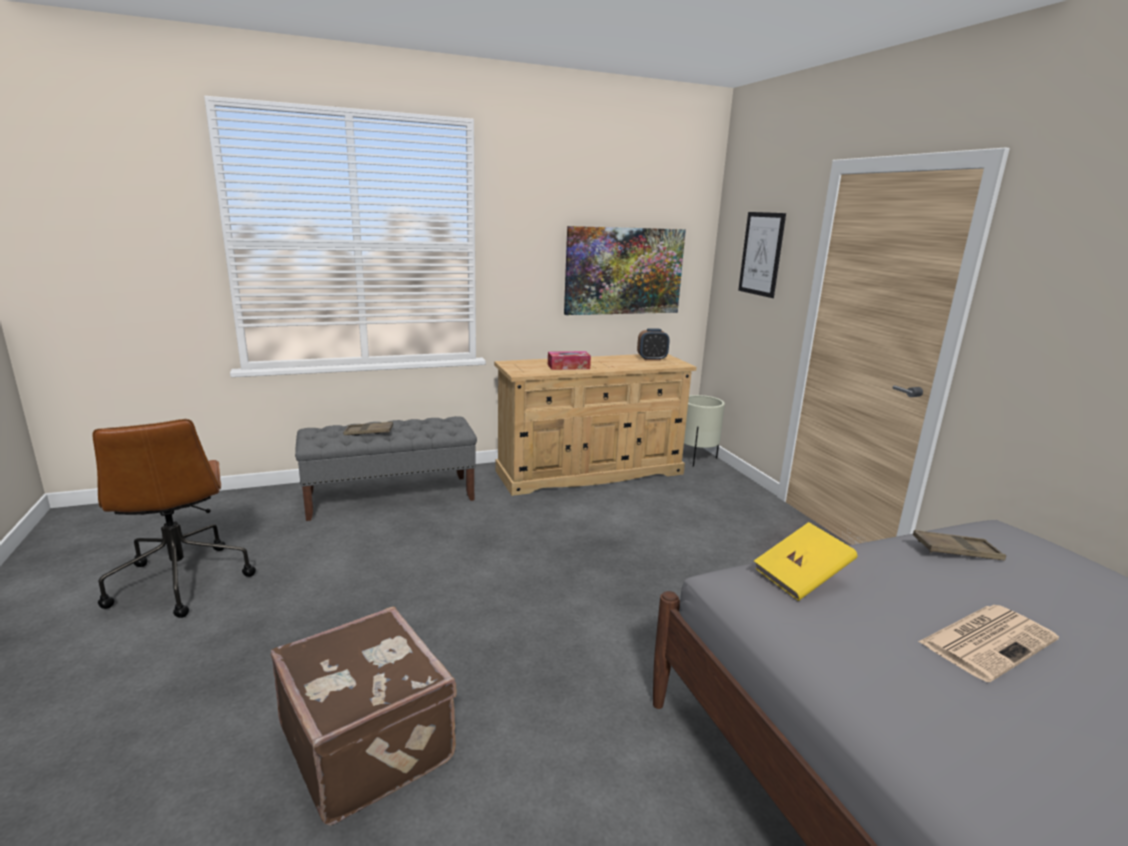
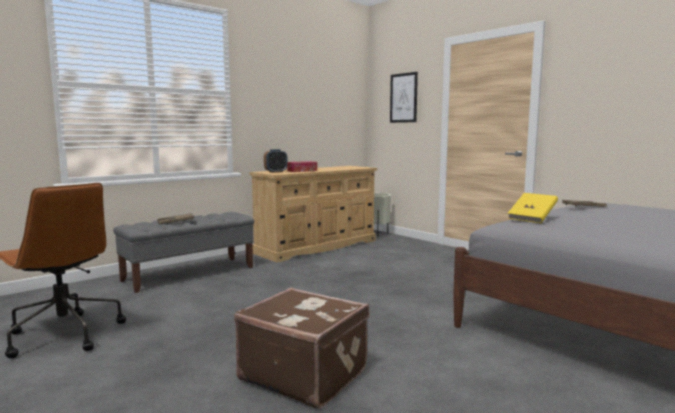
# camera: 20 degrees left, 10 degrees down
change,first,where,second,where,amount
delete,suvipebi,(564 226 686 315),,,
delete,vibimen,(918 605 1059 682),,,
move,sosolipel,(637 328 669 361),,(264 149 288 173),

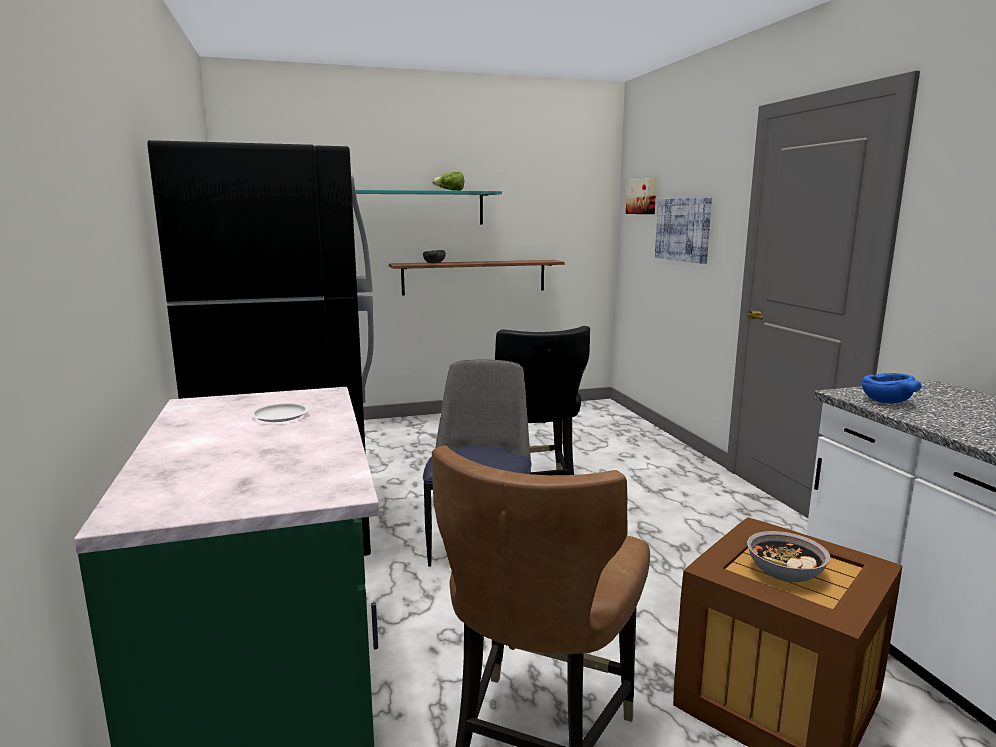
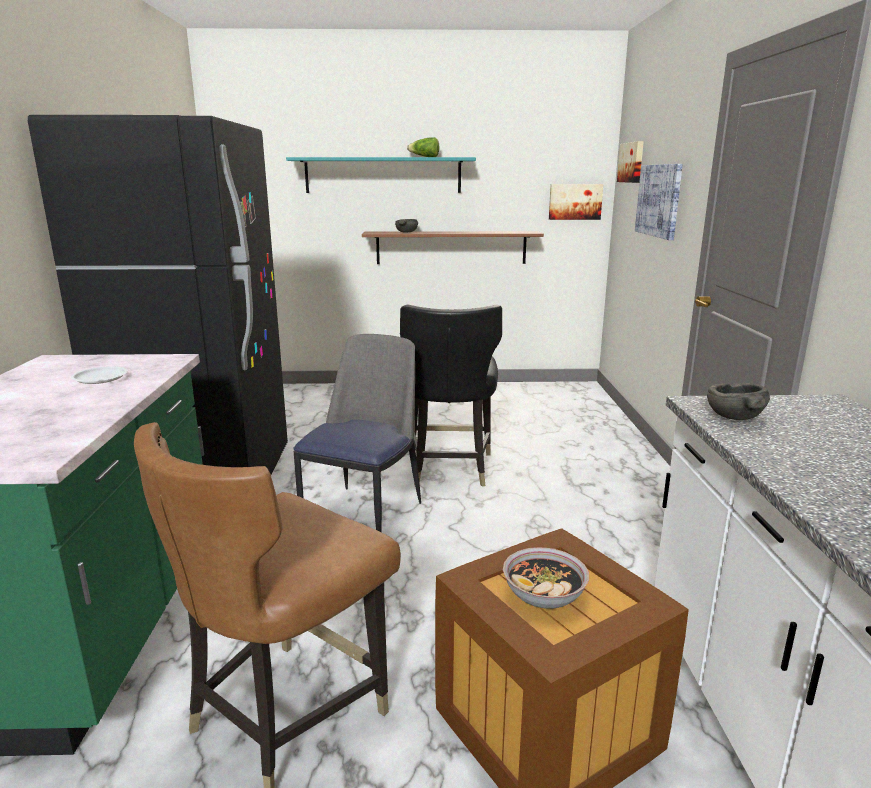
# camera: 15 degrees right, 5 degrees up
change,first,where,second,where,amount
insert,,,suvipebi,(549 184 603 220),
recolor,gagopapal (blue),(862 373 922 403),gagopapal (grey),(707 383 770 420),

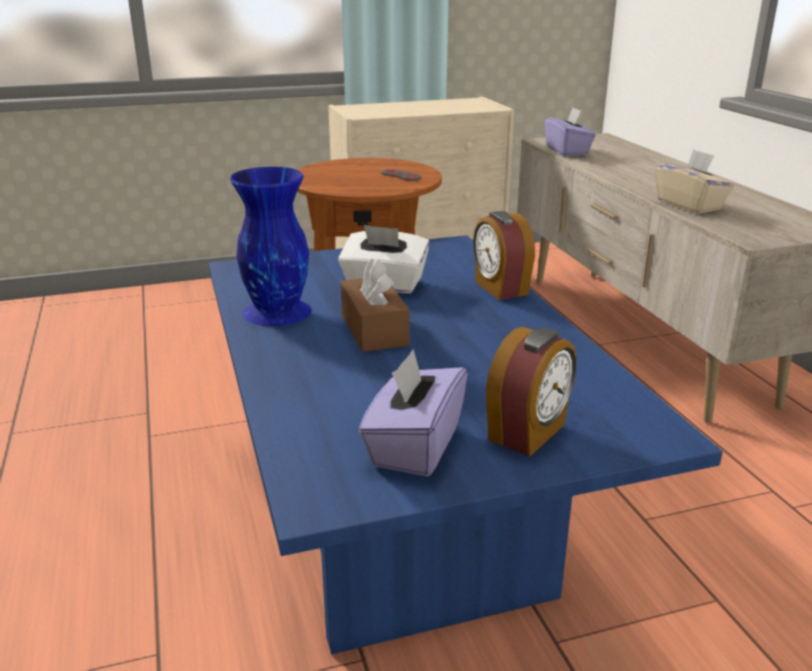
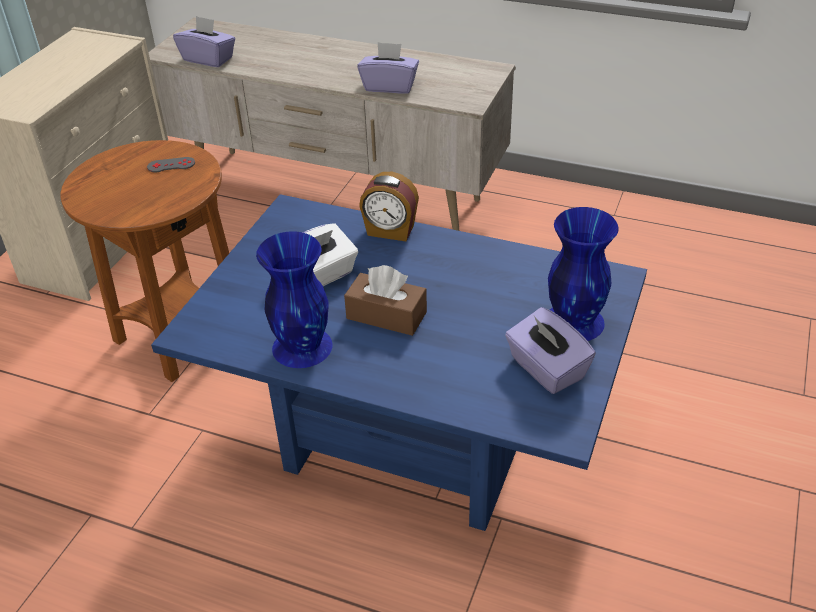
# camera: 50 degrees left, 15 degrees up
change,first,where,second,where,amount
replace,sosolipel,(486 327 576 457),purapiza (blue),(548 207 619 341),
recolor,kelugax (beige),(655 149 734 214),kelugax (purple),(357 42 419 94),

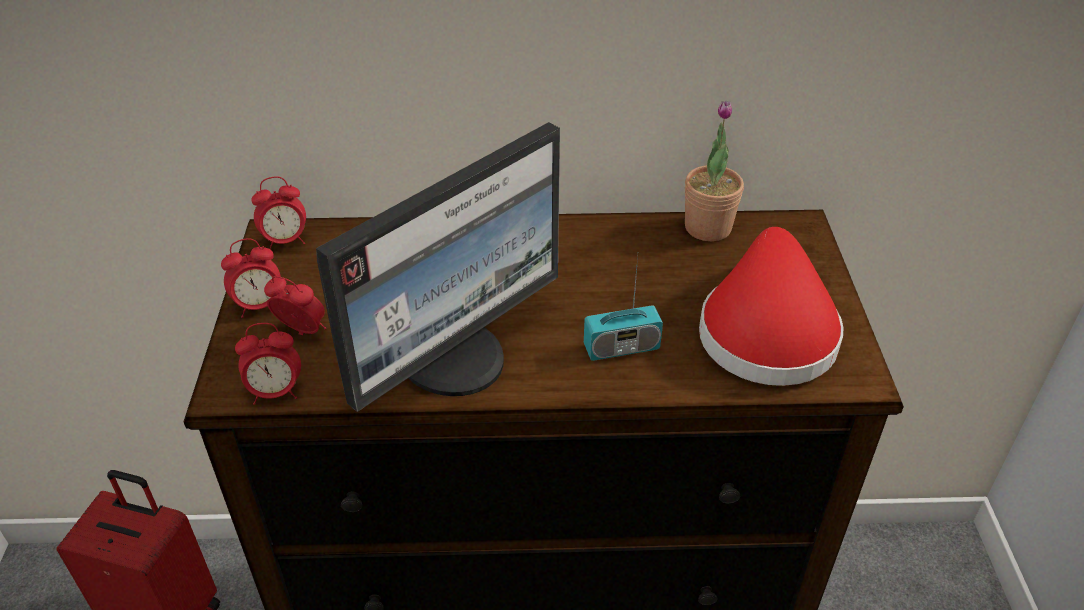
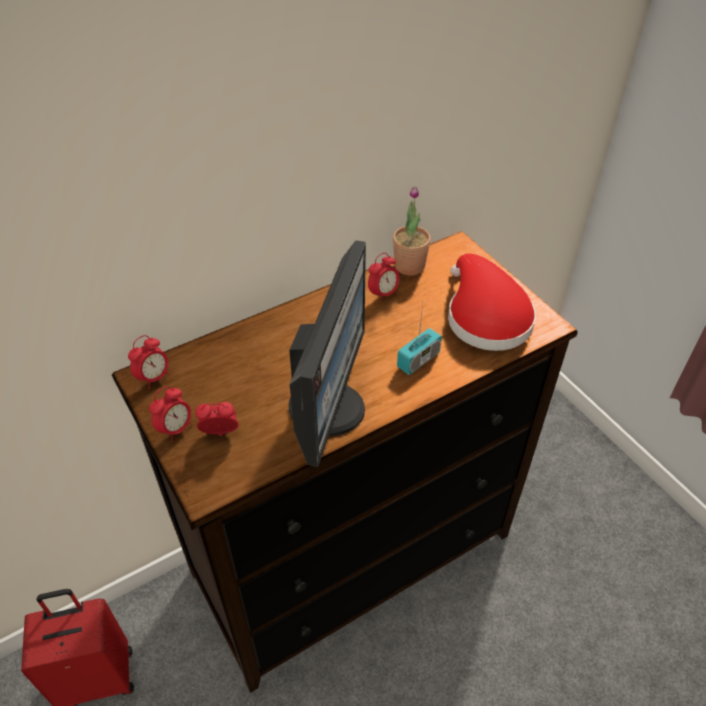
# camera: 30 degrees left, 5 degrees up
change,first,where,second,where,amount
move,sosolipel,(235 323 301 405),,(368 253 399 303),

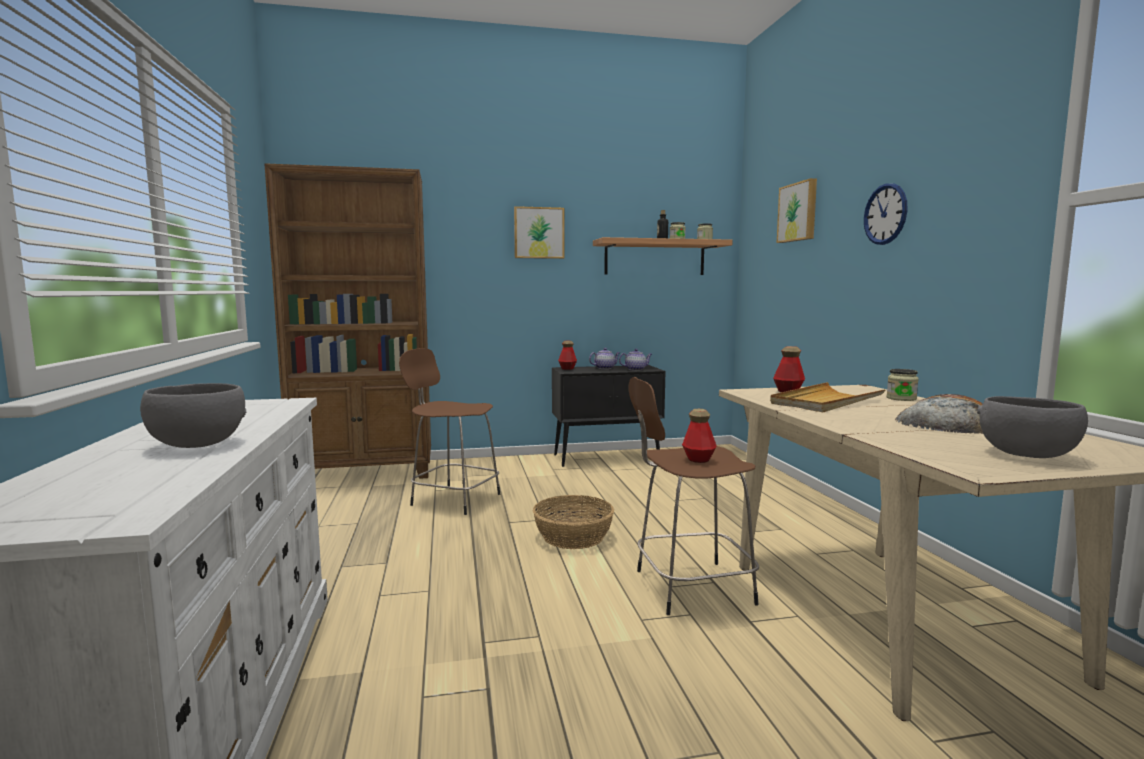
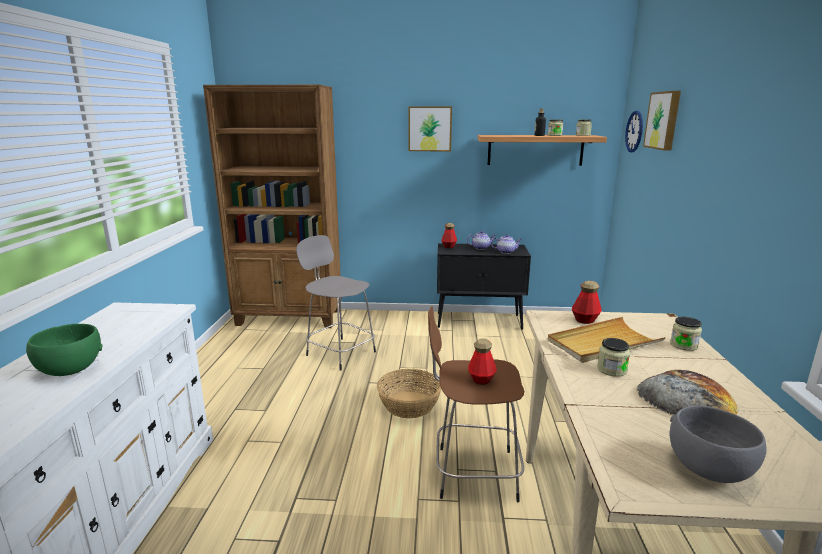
# camera: 15 degrees right, 10 degrees up
change,first,where,second,where,amount
insert,,,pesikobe,(597 338 630 377),
move,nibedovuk,(864 183 908 245),,(625 110 643 153),
recolor,gagopapal (grey),(140 383 246 448),gagopapal (green),(26 324 103 376),
recolor,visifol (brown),(399 348 500 515),visifol (grey),(296 235 376 371),

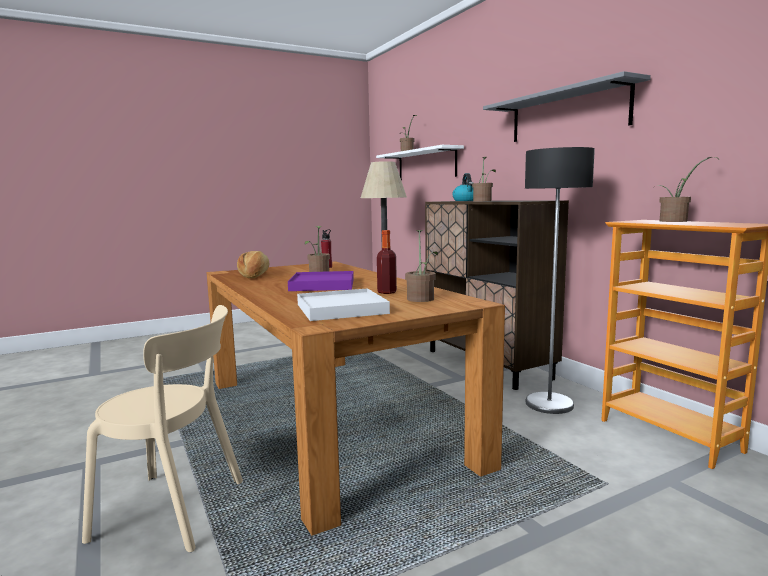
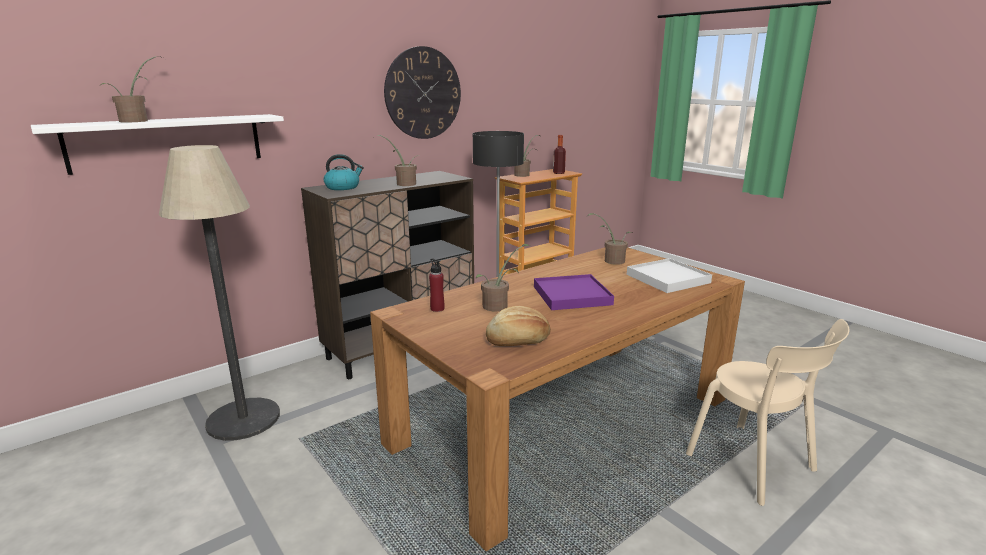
# camera: 100 degrees left, 10 degrees up
change,first,where,second,where,amount
move,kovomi,(377 230 397 294),,(553 135 566 174),
replace,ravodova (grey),(483 71 651 142),nibedovuk,(384 46 461 139),
rotate,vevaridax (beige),(82 305 243 552),,(686 319 849 506),150 degrees clockwise

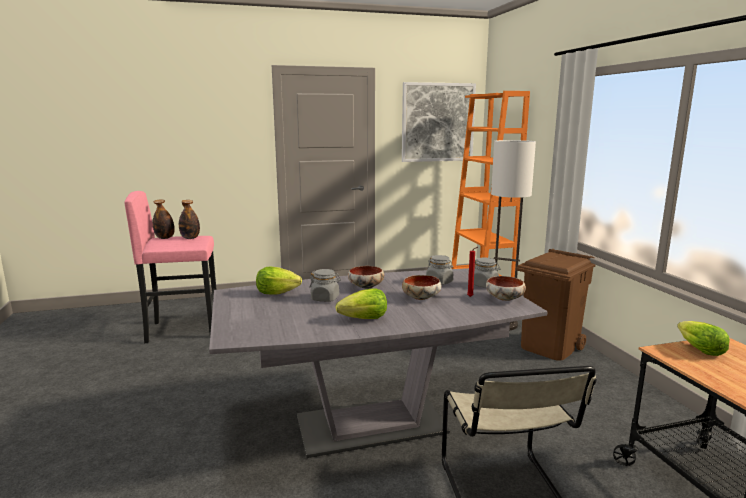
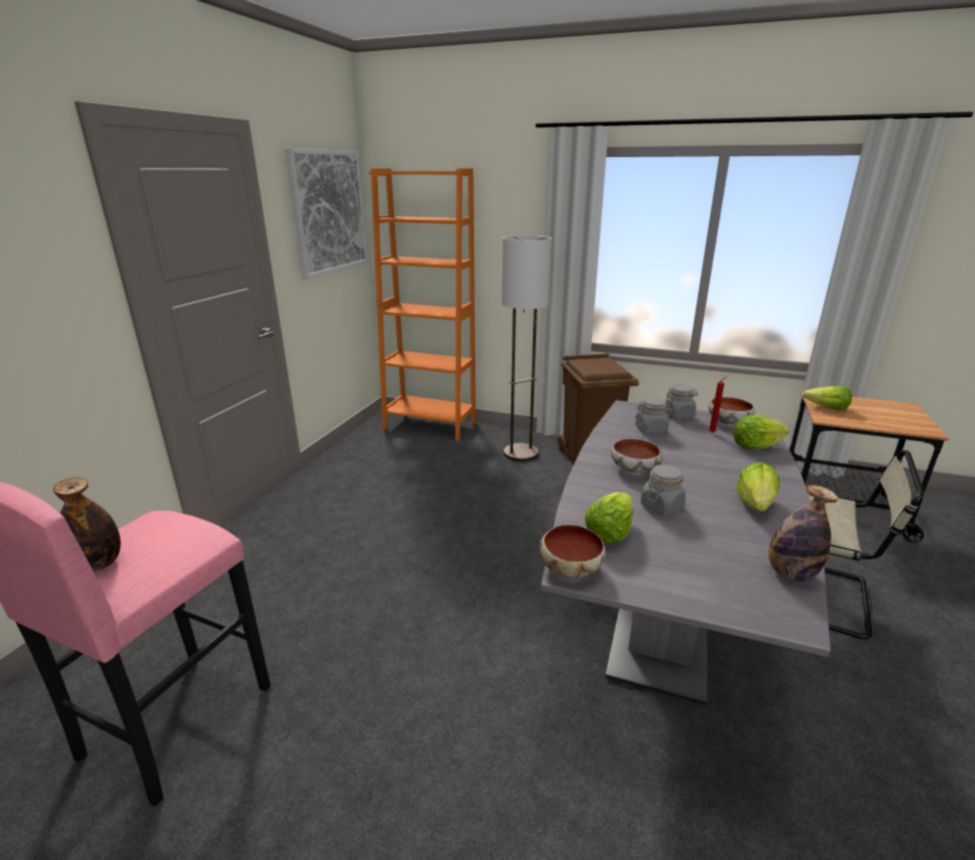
# camera: 55 degrees left, 10 degrees up
change,first,where,second,where,amount
insert,,,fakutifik,(733 415 789 450),
move,kovomi,(179 200 200 239),,(769 485 838 582),
move,gagopapal,(402 275 441 300),,(539 525 605 578),

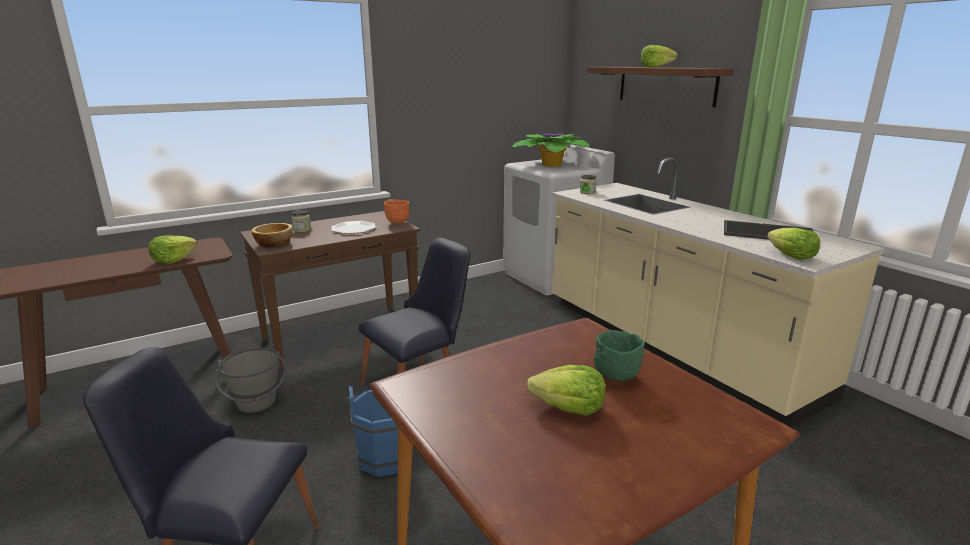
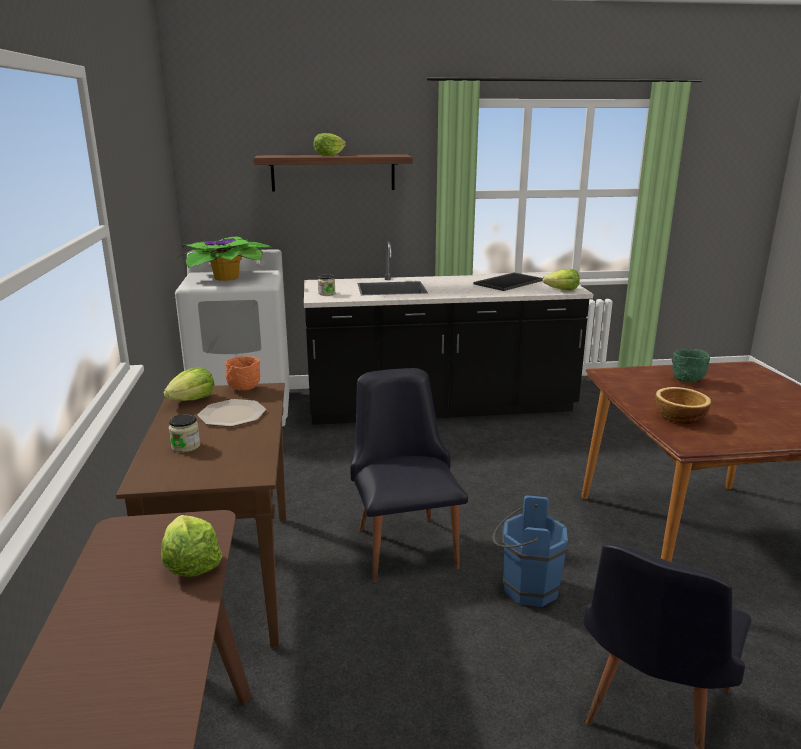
# camera: 65 degrees left, 0 degrees up
change,first,where,second,where,amount
delete,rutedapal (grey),(214 348 287 413),,,
move,gagopapal,(251 223 293 248),,(655 387 711 424),
move,fakutifik,(527 365 606 416),,(163 367 214 401),
recolor,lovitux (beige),(552 158 884 427),lovitux (black),(304 241 593 425),

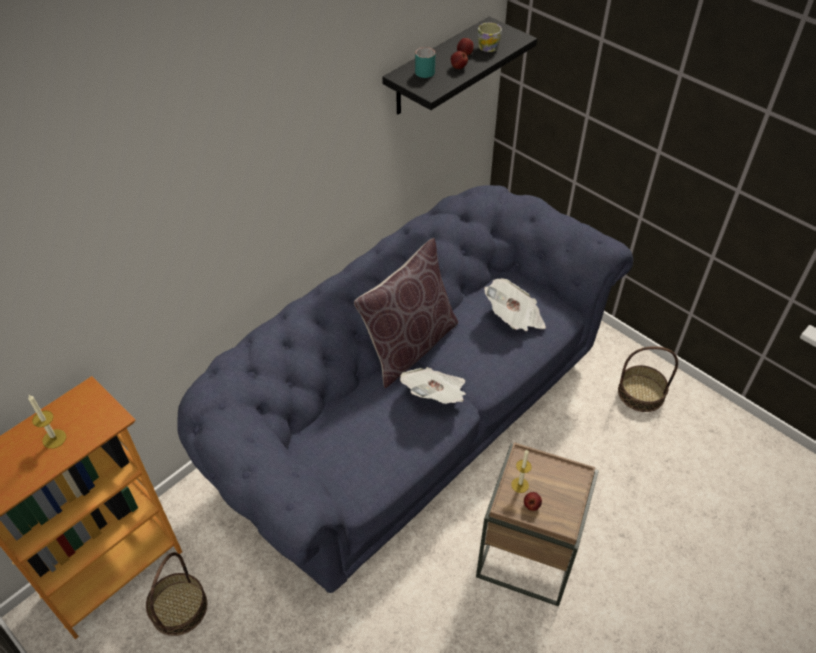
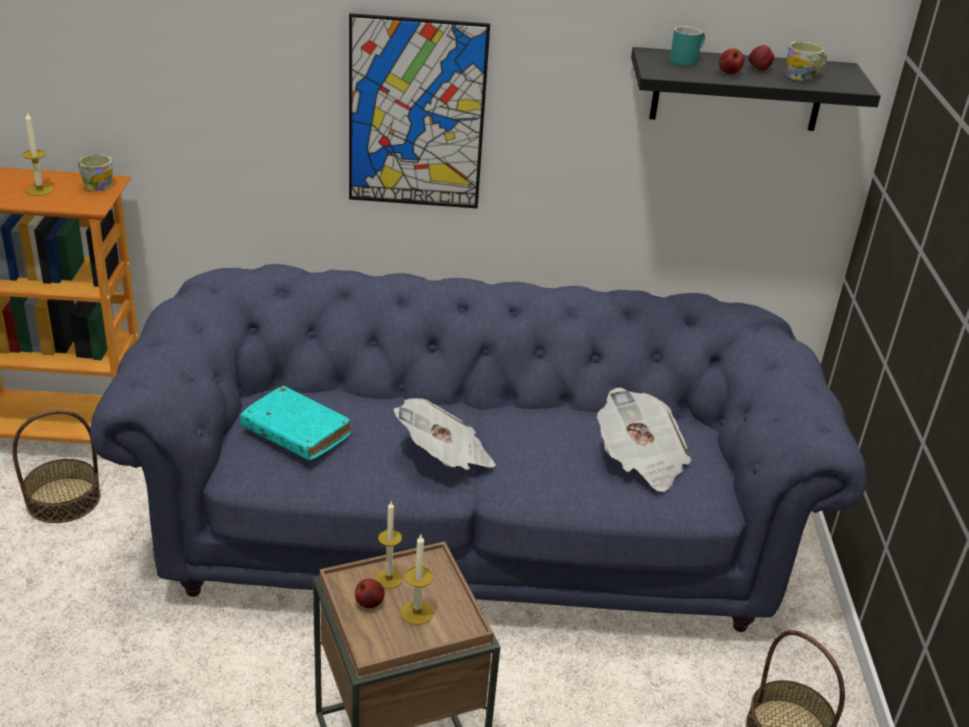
# camera: 45 degrees right, 15 degrees down
change,first,where,second,where,amount
delete,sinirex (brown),(354 238 458 388),,,
insert,,,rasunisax,(78 154 113 191),
insert,,,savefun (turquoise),(240 386 351 461),
insert,,,suvipebi,(349 13 490 208),
insert,,,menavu,(401 535 433 625),

